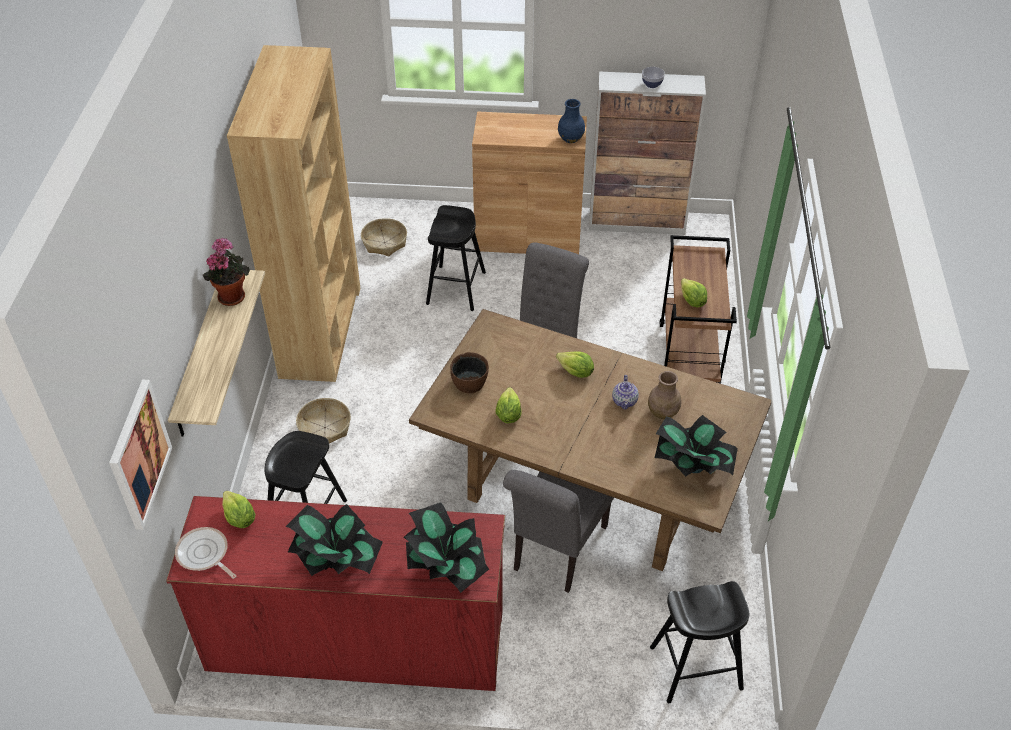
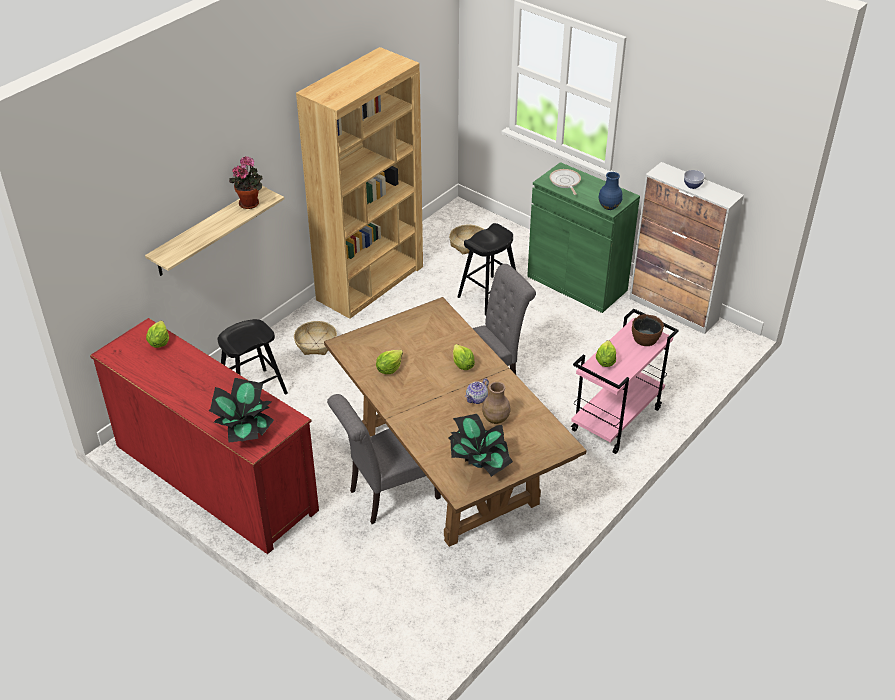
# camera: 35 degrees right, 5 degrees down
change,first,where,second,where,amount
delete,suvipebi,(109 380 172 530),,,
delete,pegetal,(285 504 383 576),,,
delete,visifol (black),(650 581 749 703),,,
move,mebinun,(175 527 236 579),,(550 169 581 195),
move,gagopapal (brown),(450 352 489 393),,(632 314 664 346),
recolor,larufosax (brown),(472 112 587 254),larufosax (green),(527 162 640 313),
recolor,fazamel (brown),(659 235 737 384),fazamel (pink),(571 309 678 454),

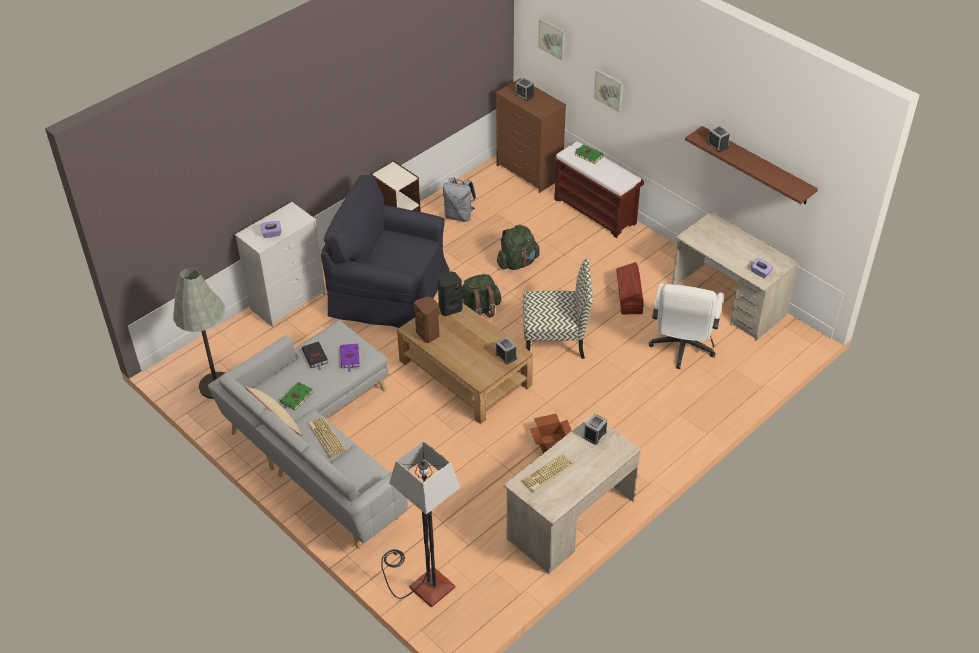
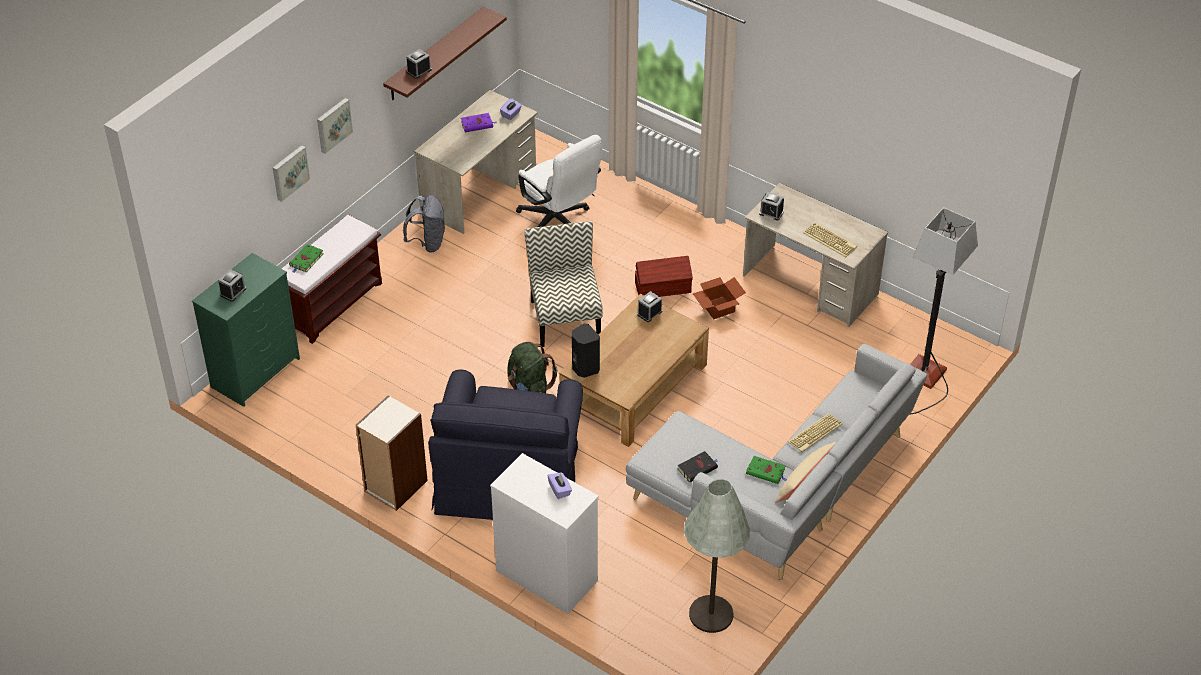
# camera: 100 degrees left, 0 degrees up
change,first,where,second,where,amount
delete,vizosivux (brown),(414 296 439 343),,,
delete,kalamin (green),(497 224 540 270),,,
move,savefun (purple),(340 344 360 372),,(461 113 497 132),
move,kalamin (grey),(443 178 476 222),,(403 195 445 253),
move,suvipebi,(538 18 566 61),,(317 98 353 154),
move,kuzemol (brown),(616 262 644 314),,(635 256 693 297),
recolor,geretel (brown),(496 78 566 193),geretel (green),(192 253 300 407),
rotate,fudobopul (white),(649 283 723 369),,(516 135 602 227),45 degrees clockwise

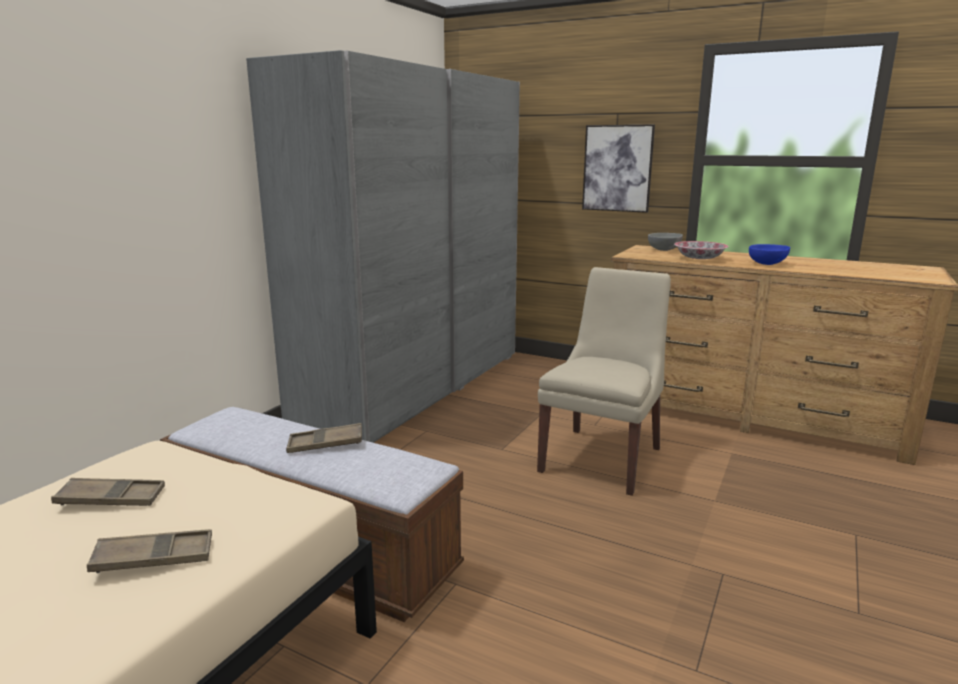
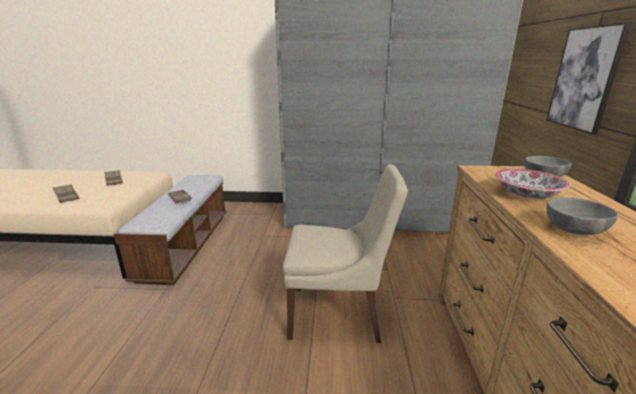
# camera: 65 degrees right, 5 degrees up
change,first,where,second,where,amount
recolor,gagopapal (blue),(749 244 790 265),gagopapal (grey),(547 197 618 235),

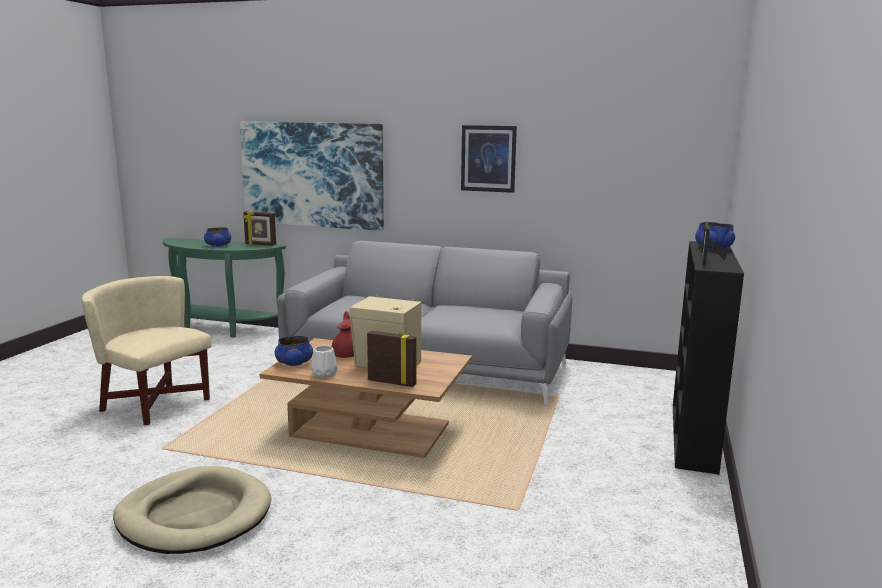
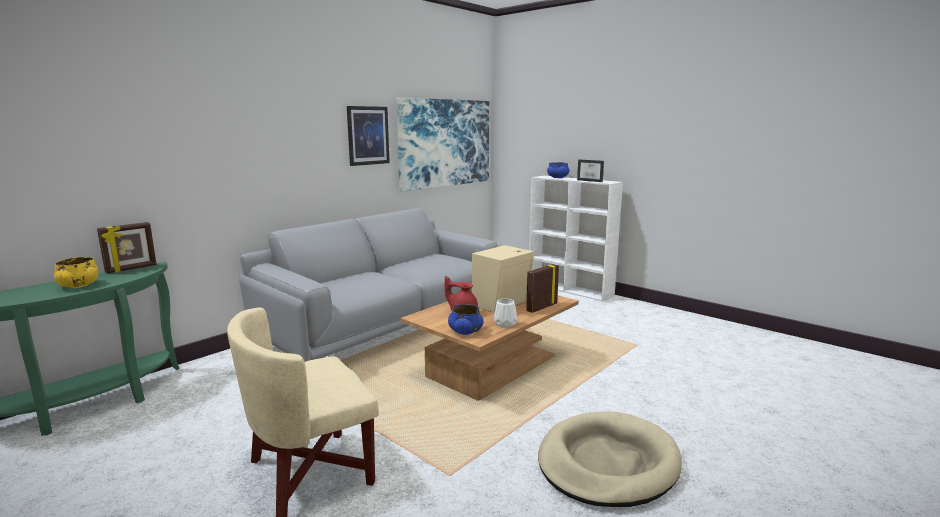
# camera: 65 degrees left, 0 degrees up
change,first,where,second,where,amount
move,suvipebi,(239 122 384 231),,(396 97 490 192),
recolor,gagopapal (blue),(204 227 231 247),gagopapal (yellow),(54 257 98 288),
recolor,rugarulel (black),(673 241 744 475),rugarulel (white),(529 176 623 302),

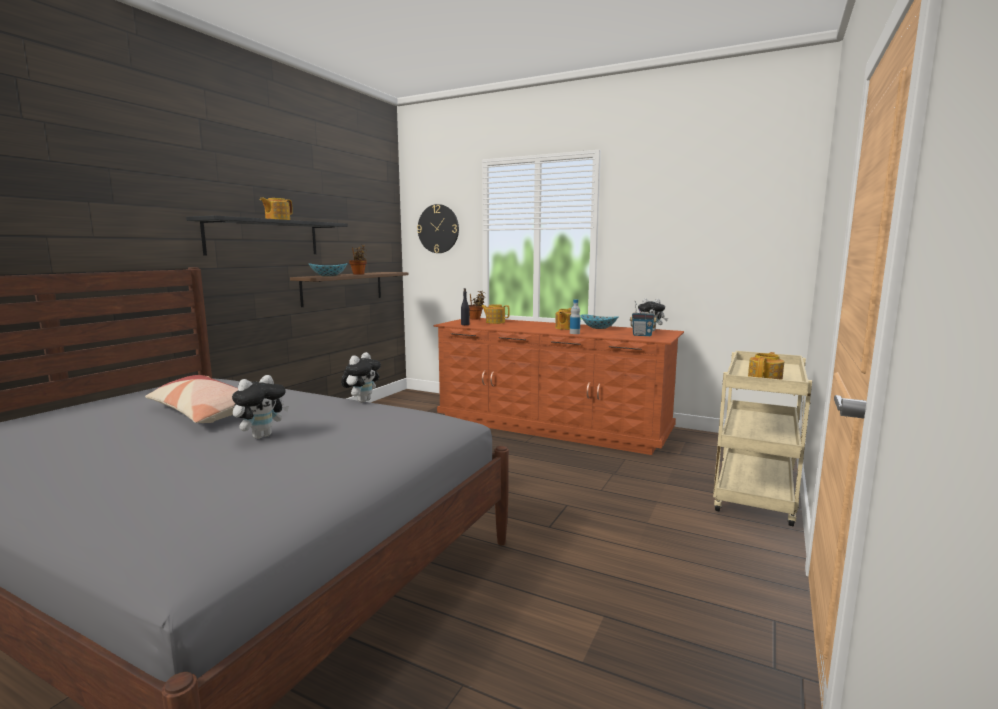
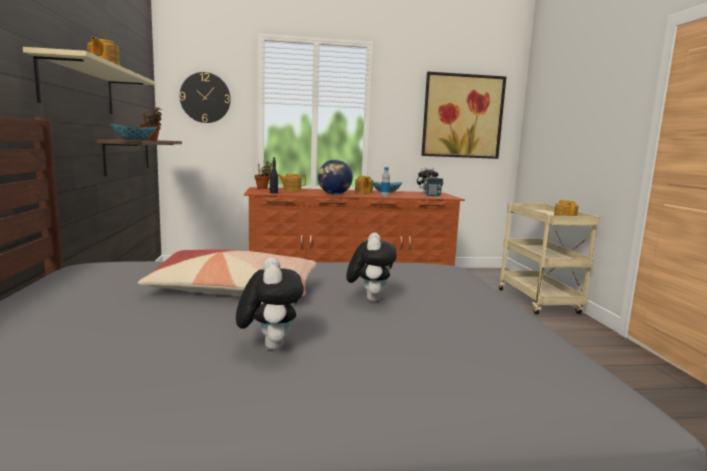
# camera: 35 degrees left, 0 degrees up
change,first,where,second,where,amount
insert,,,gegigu,(318 160 353 195),
insert,,,suvipebi,(421 72 506 159),
move,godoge,(341 352 381 403),,(236 257 304 350),
recolor,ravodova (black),(186 215 348 255),ravodova (beige),(23 47 155 114),

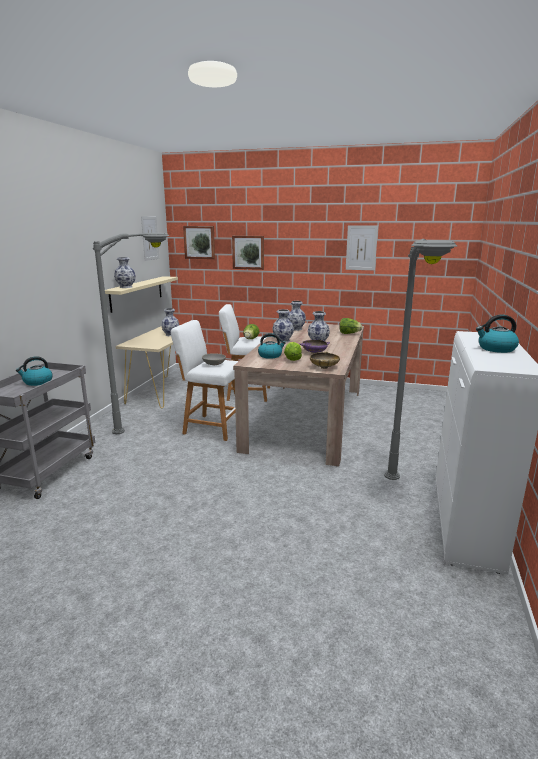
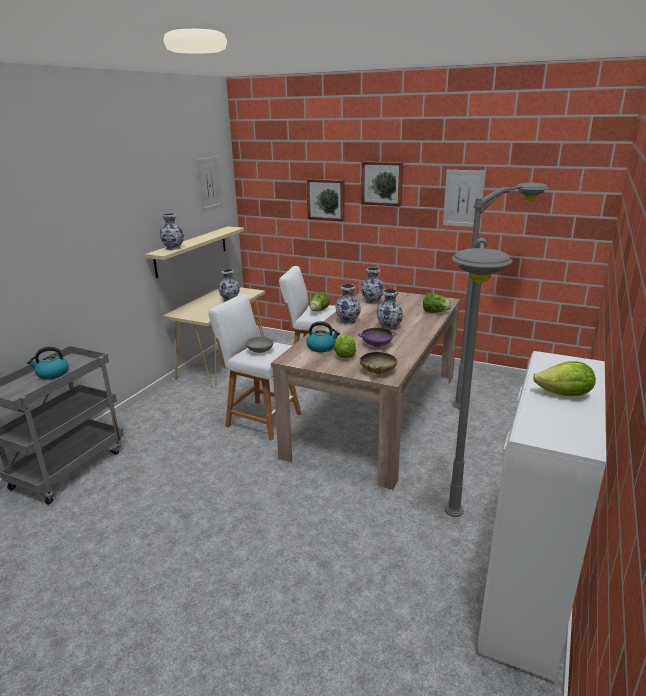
# camera: 10 degrees right, 5 degrees up
change,first,where,second,where,amount
move,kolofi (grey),(93 233 169 434),,(452 183 549 409),
move,suvipebi,(183 226 215 259),,(361 161 403 206),
replace,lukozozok,(476 315 519 353),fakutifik,(533 361 596 396),

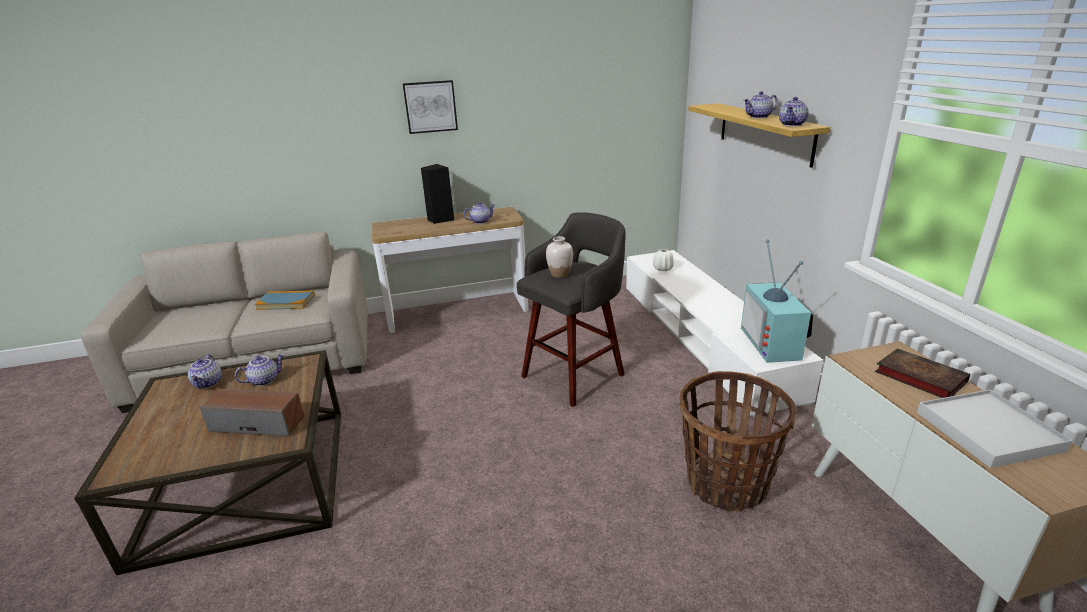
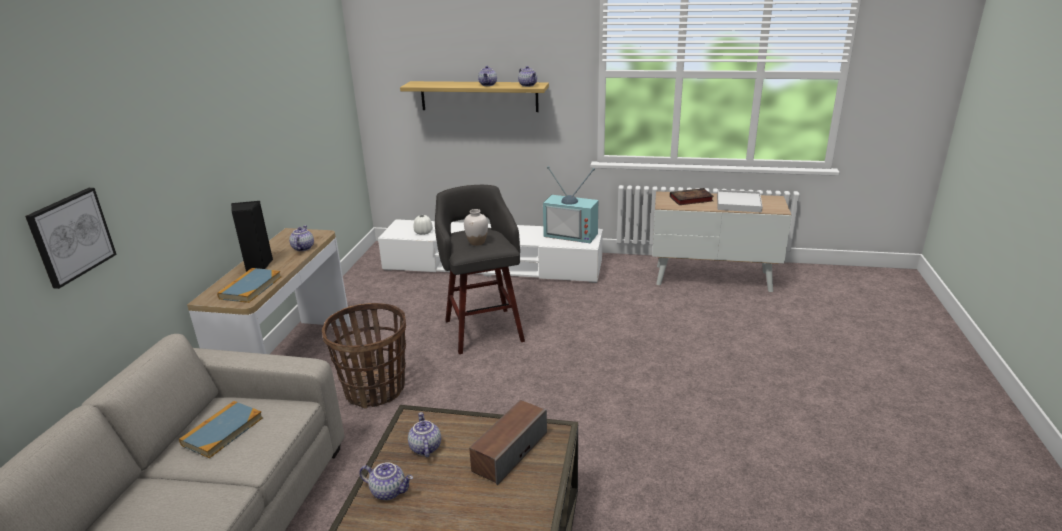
# camera: 65 degrees left, 0 degrees up
change,first,where,second,where,amount
insert,,,savefun,(217 268 281 303),
move,suvipebi,(403 80 458 134),,(25 188 117 289),
move,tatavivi,(680 371 797 511),,(322 303 406 409),

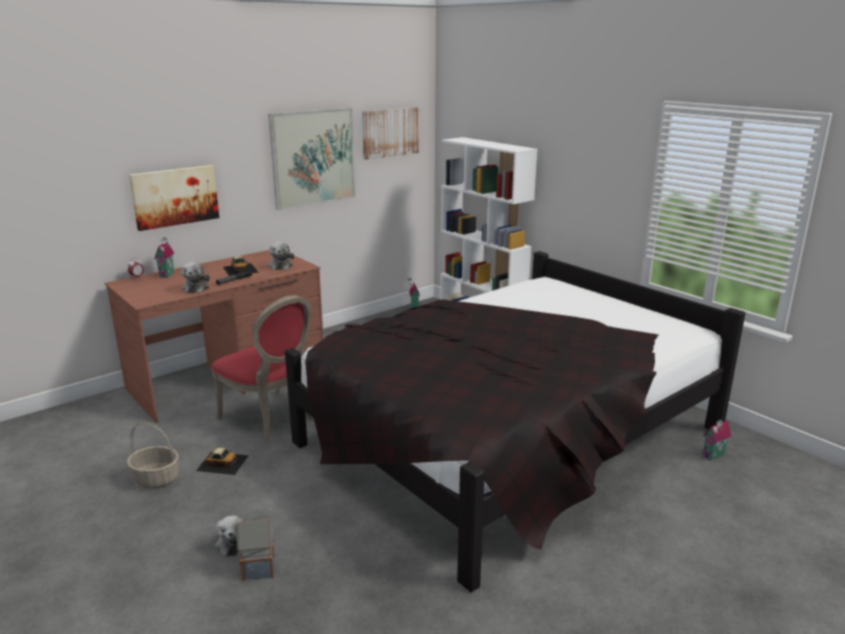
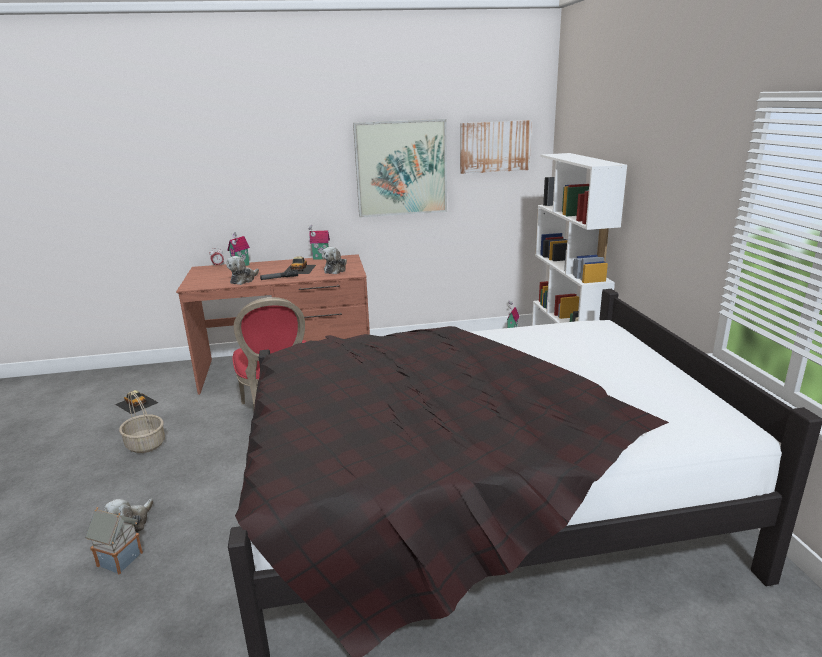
# camera: 30 degrees right, 0 degrees up
change,first,where,second,where,amount
delete,suvipebi,(129 165 219 231),,,
move,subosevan,(196 447 249 475),,(115 390 159 414),
move,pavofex,(703 420 732 461),,(309 225 330 260),

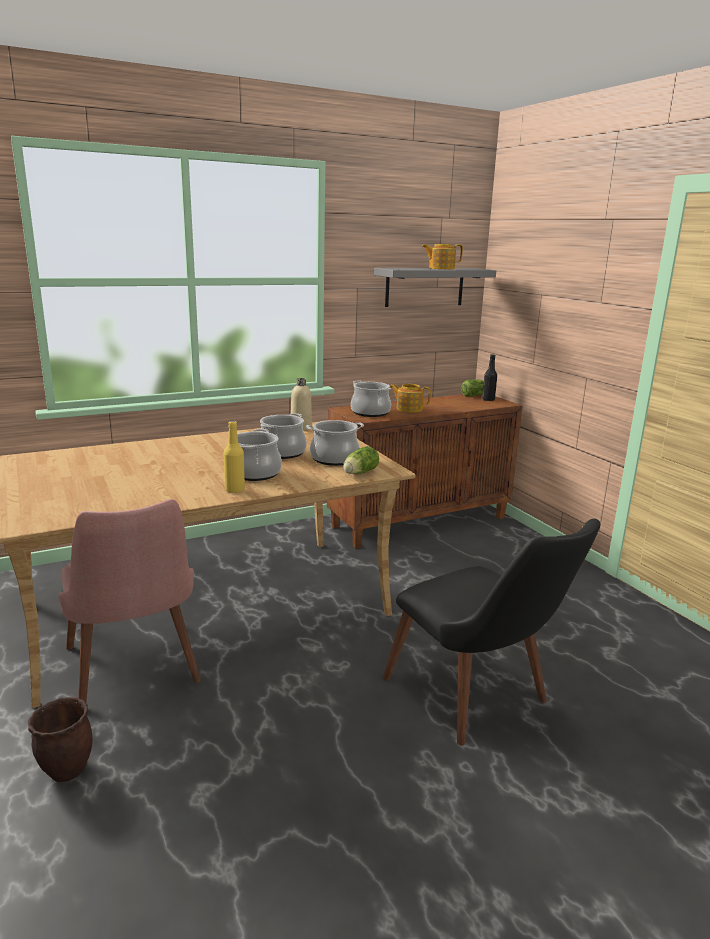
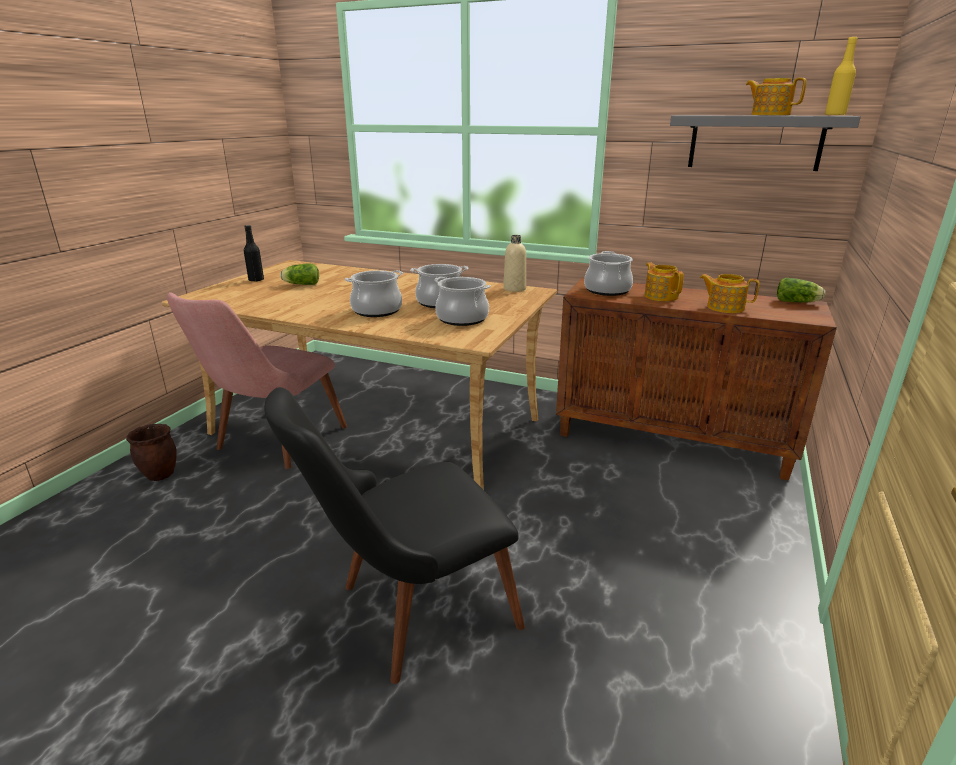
# camera: 50 degrees right, 5 degrees up
change,first,where,second,where,amount
insert,,,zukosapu,(700 274 760 313),
move,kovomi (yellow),(223 421 245 493),,(825 37 858 115),
move,fakutifik,(343 446 379 474),,(280 264 319 285),
move,kovomi (black),(482 354 497 401),,(244 225 264 282),
rotate,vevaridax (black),(383 519 600 746),,(264 387 525 684),45 degrees clockwise

